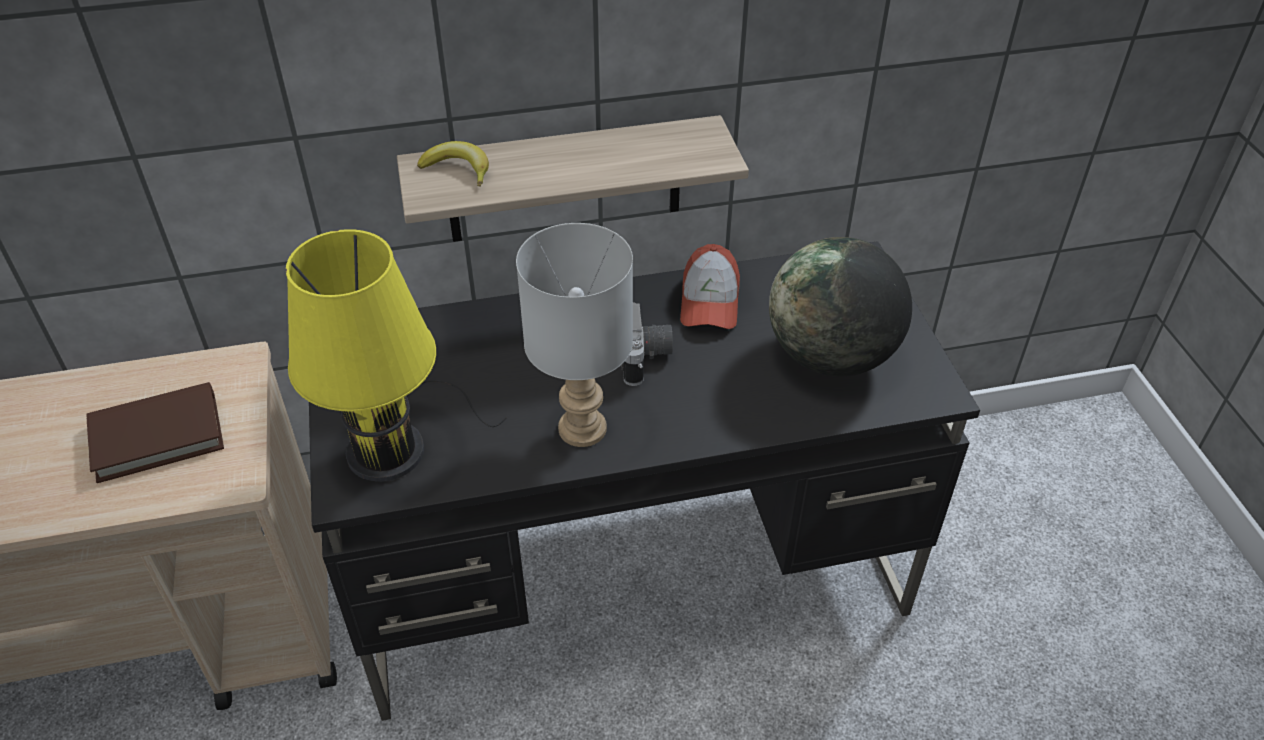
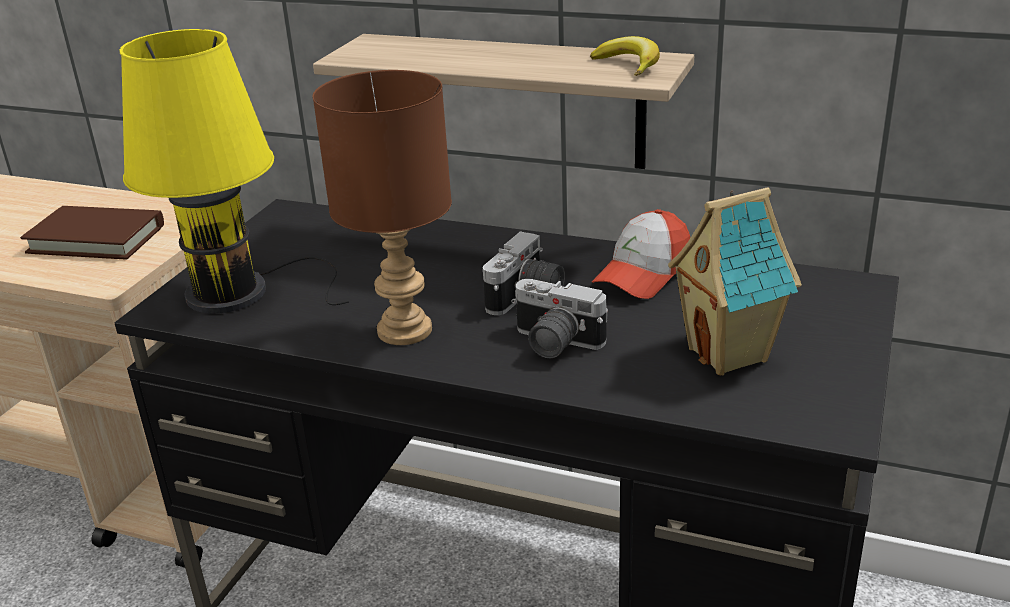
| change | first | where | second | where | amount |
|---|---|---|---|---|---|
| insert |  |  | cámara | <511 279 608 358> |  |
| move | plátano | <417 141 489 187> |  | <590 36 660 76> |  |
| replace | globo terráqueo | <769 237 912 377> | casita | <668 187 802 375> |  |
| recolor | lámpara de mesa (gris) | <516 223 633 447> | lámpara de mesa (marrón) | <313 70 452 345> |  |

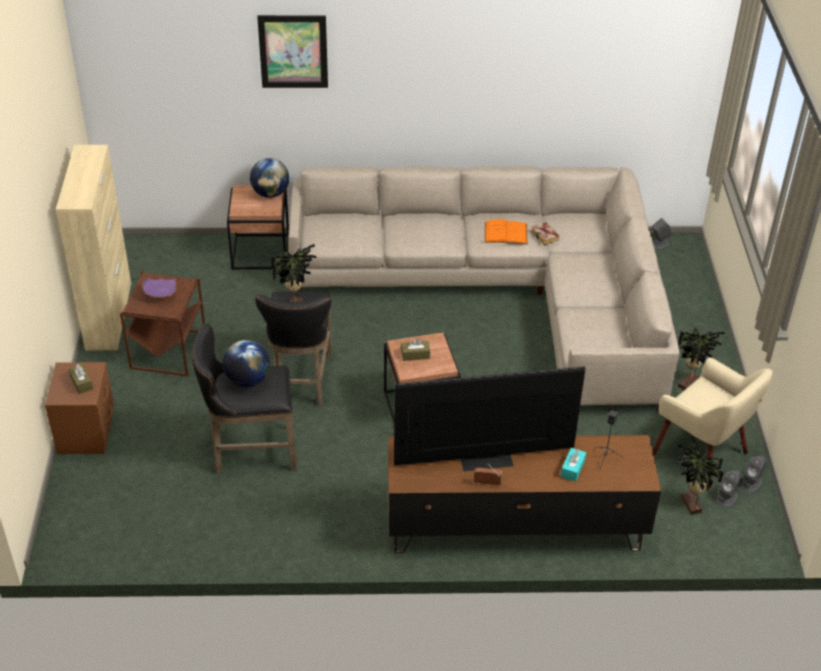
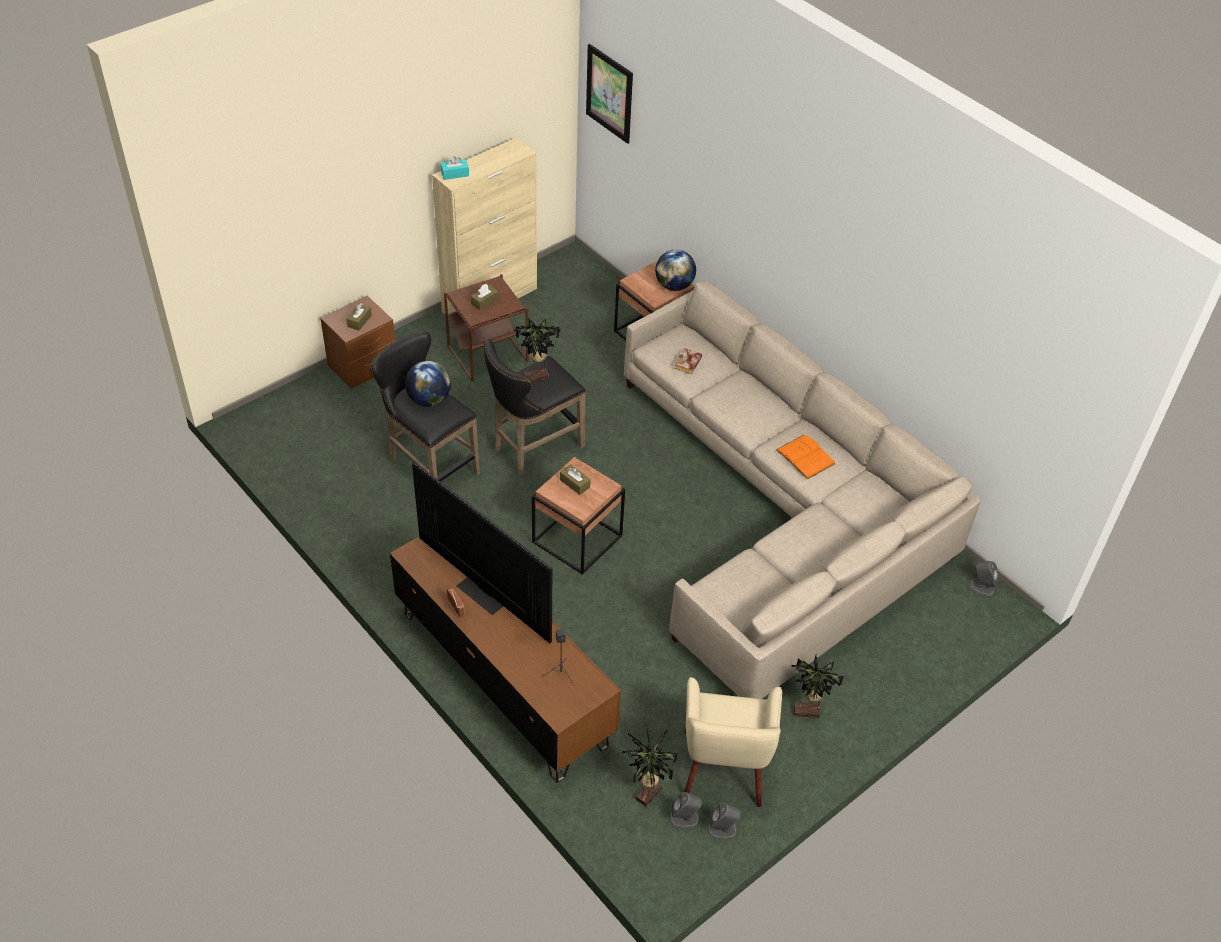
| change | first | where | second | where | amount |
|---|---|---|---|---|---|
| move | cuadro | <257 15 328 88> |  | <586 44 633 144> |  |
| move | libro | <531 222 559 245> |  | <674 348 702 374> |  |
| move | caja de pañuelos (turquesa) | <561 448 586 481> |  | <440 156 469 180> |  |
| replace | cuenco (morado) | <142 277 177 300> | caja de pañuelos (marrón) | <471 284 499 310> |  |

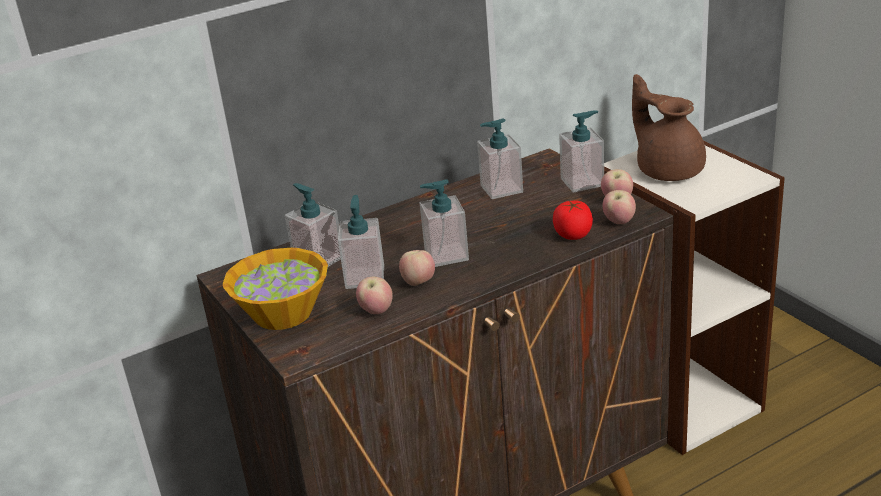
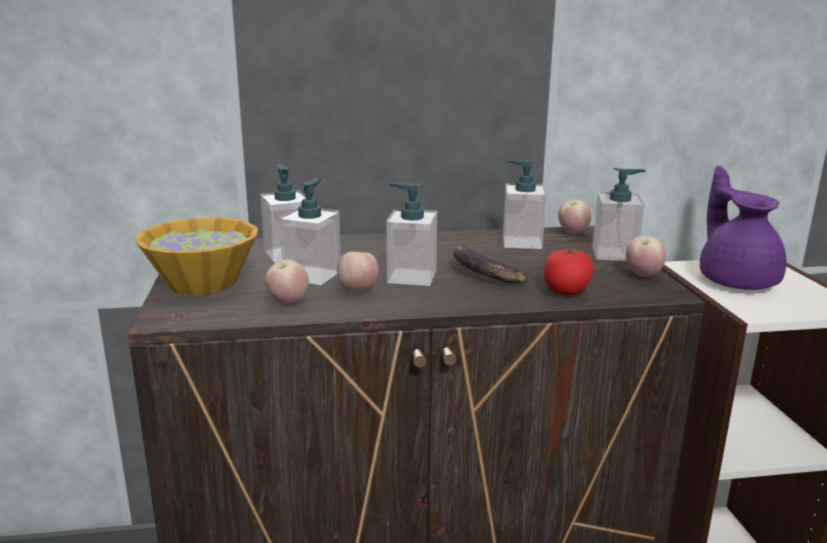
| change | first | where | second | where | amount |
|---|---|---|---|---|---|
| insert |  |  | plátano | <453 245 528 283> |  |
| move | manzana | <602 190 636 224> |  | <558 199 591 234> |  |
| recolor | tetera (marrón) | <632 74 706 181> | tetera (morado) | <700 166 787 290> |  |

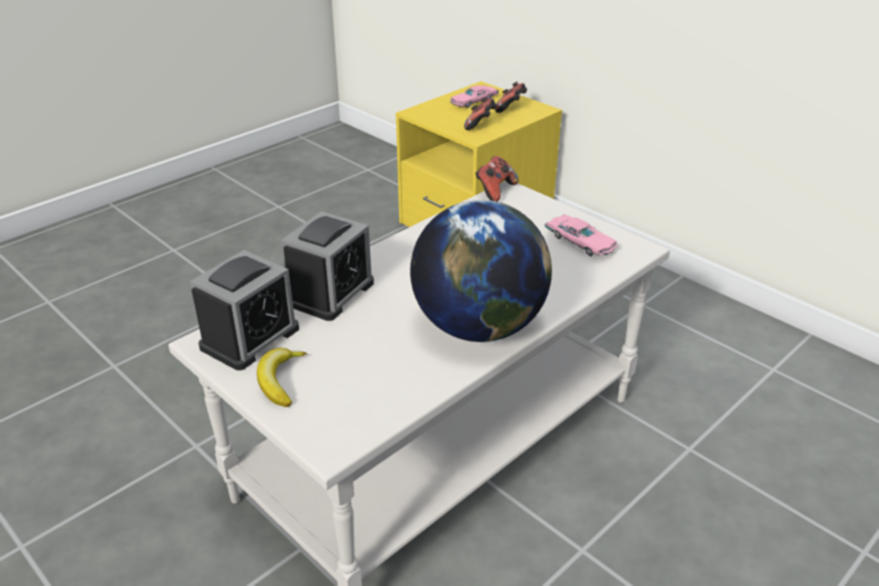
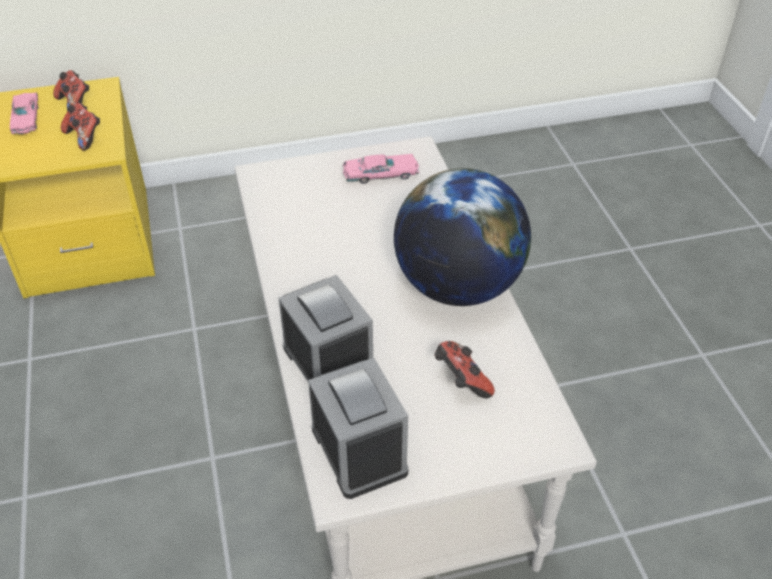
| change | first | where | second | where | amount |
|---|---|---|---|---|---|
| delete | plátano | <257 348 307 407> |  |  |  |
| move | mando de consola | <475 156 519 202> |  | <434 341 495 398> |  |

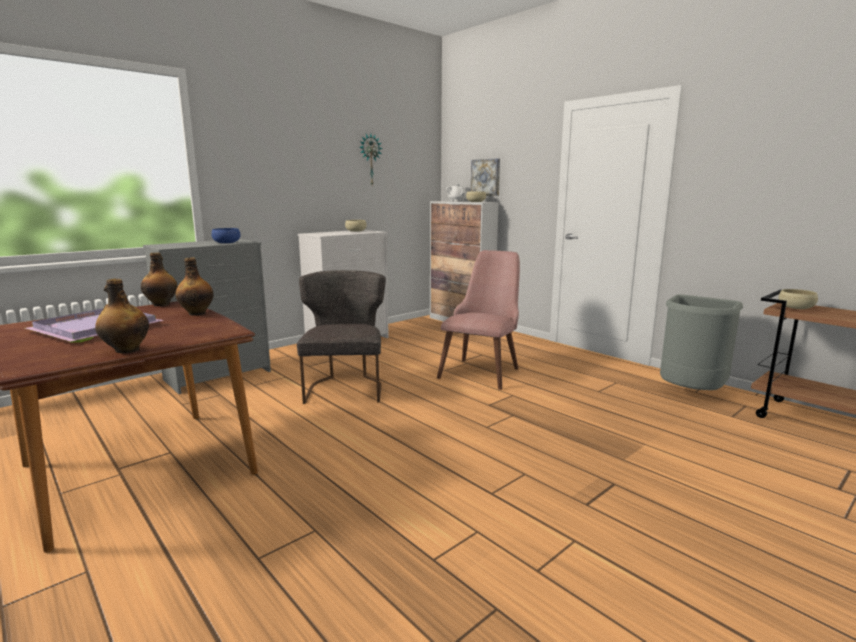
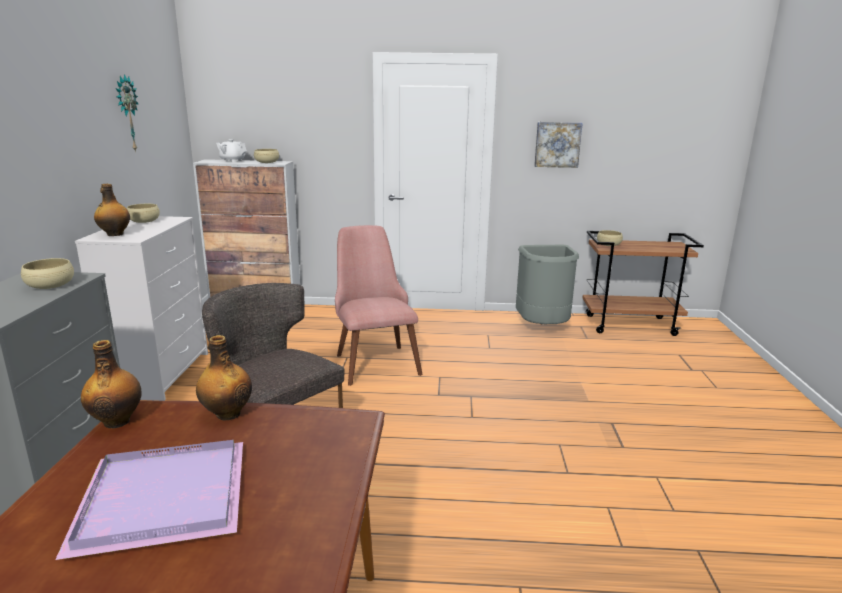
| change | first | where | second | where | amount |
|---|---|---|---|---|---|
| move | botella | <95 279 149 353> |  | <94 184 130 236> |  |
| move | cuadro | <471 159 500 196> |  | <534 122 583 168> |  |
| recolor | cuenco (azul) | <211 228 241 243> | cuenco (beis) | <21 258 74 289> |  |

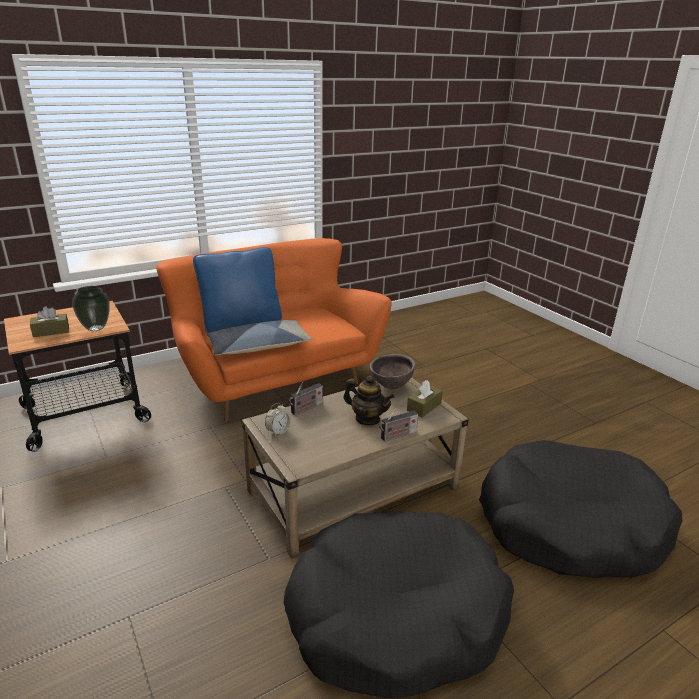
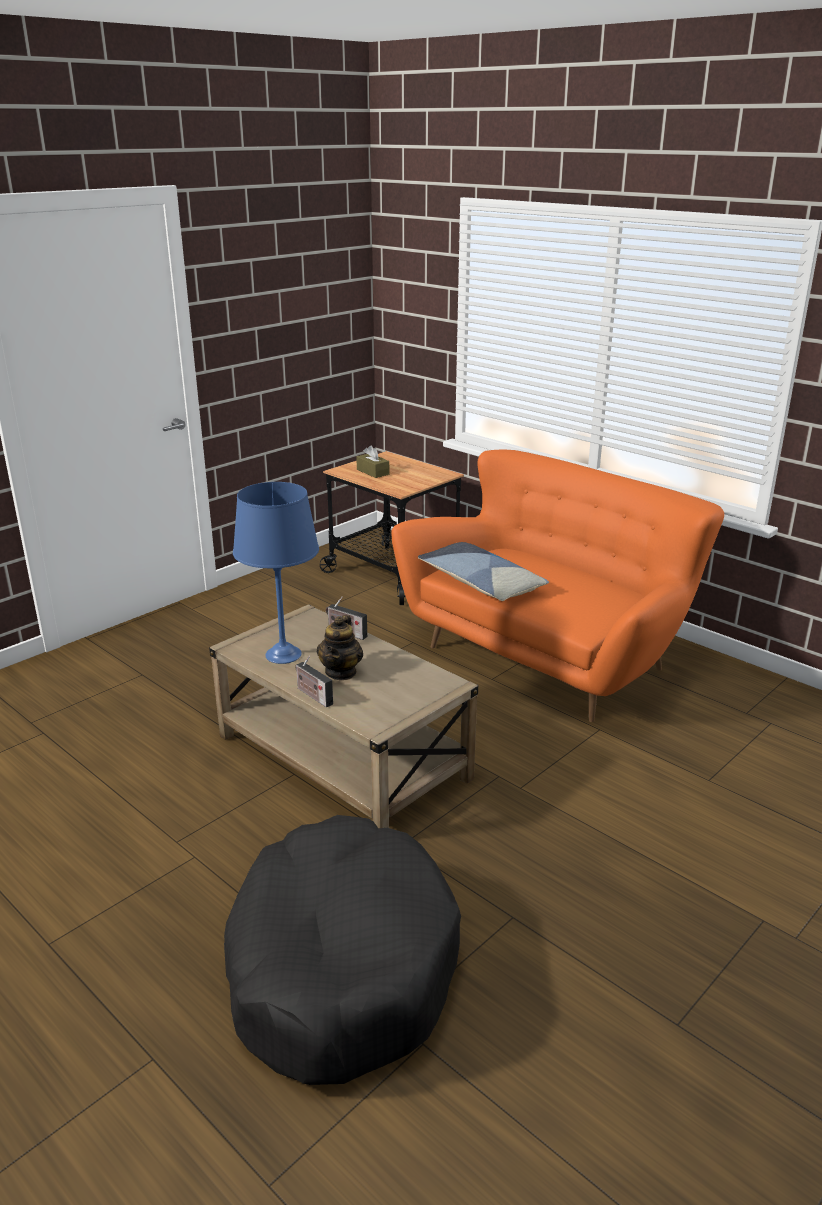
| change | first | where | second | where | amount |
|---|---|---|---|---|---|
| delete | florero | <72 286 109 331> |  |  |  |
| delete | cojín (azul) | <193 247 282 333> |  |  |  |
| delete | despertador | <265 403 291 436> |  |  |  |
| delete | cama para perro (negro) | <283 511 514 698> |  |  |  |
| delete | cuenco (marrón) | <370 354 415 389> |  |  |  |
| delete | caja de pañuelos (marrón) | <407 380 443 418> |  |  |  |
| insert |  |  | lámpara de mesa (azul) | <233 482 319 664> |  |

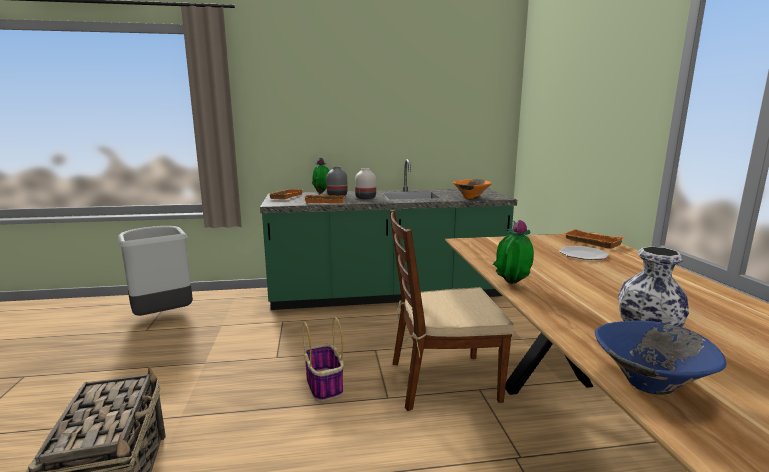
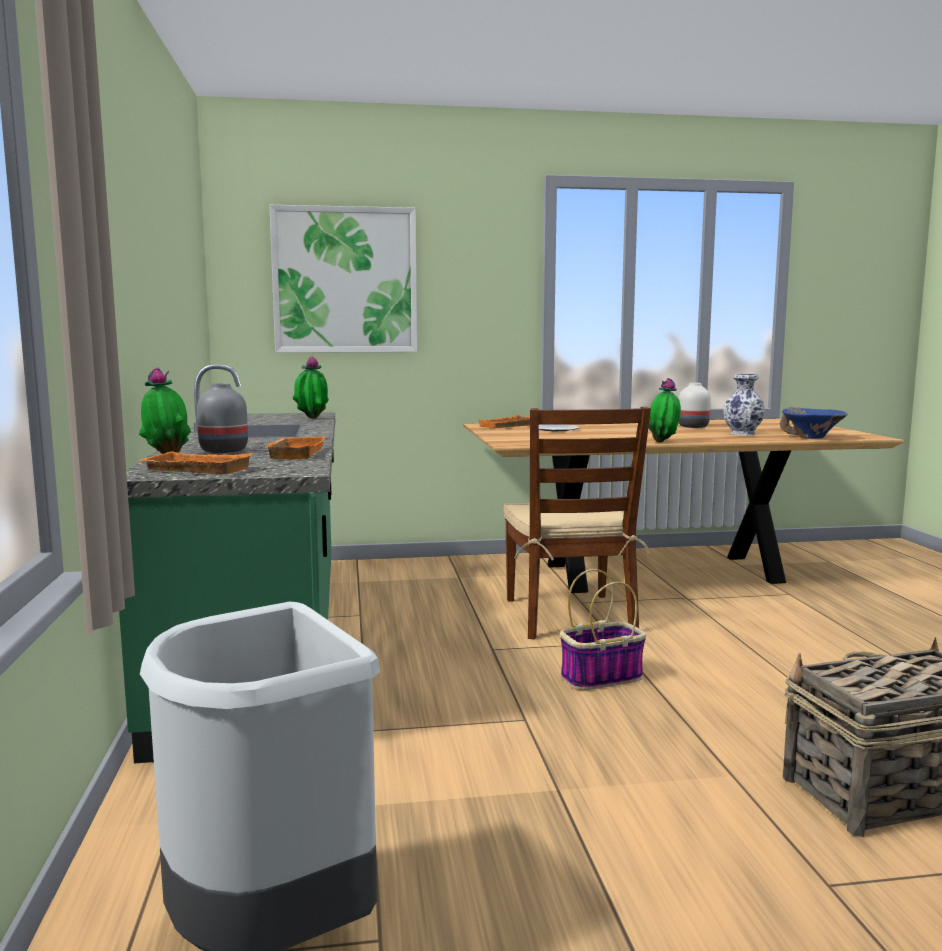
| change | first | where | second | where | amount |
|---|---|---|---|---|---|
| insert |  |  | cuadro | <269 205 417 353> |  |
| move | florero (blanco) | <355 168 376 199> |  | <679 383 711 428> |  |
| replace | cuenco (naranja) | <453 179 492 199> | planta en maceta | <292 356 329 419> |  |

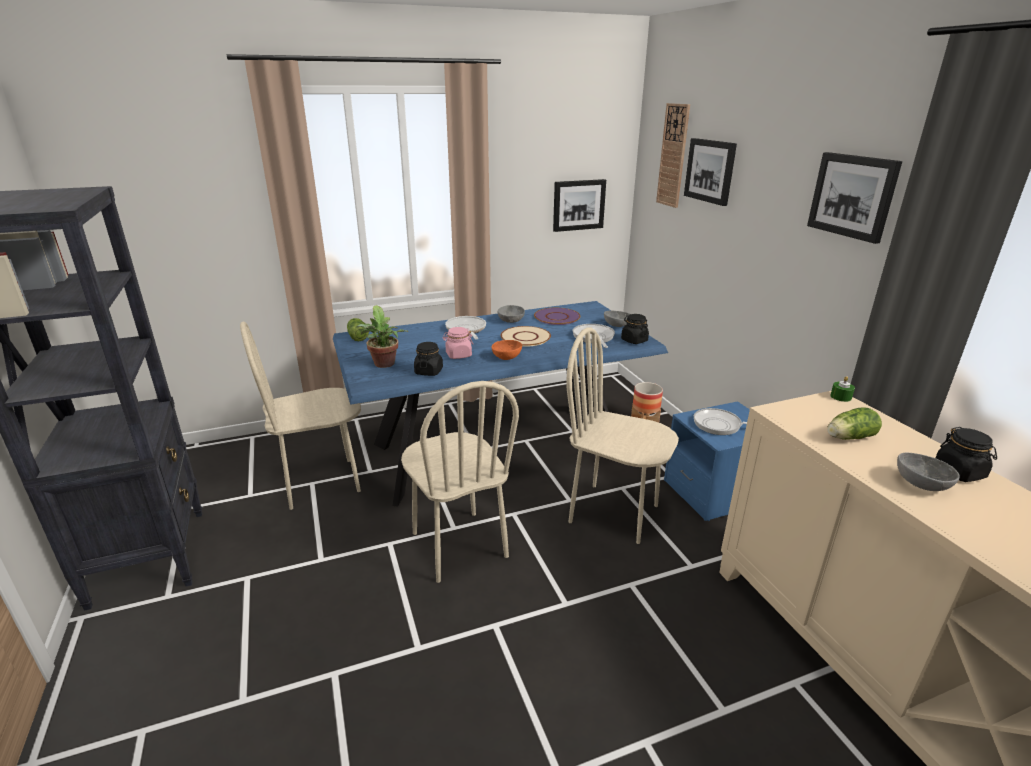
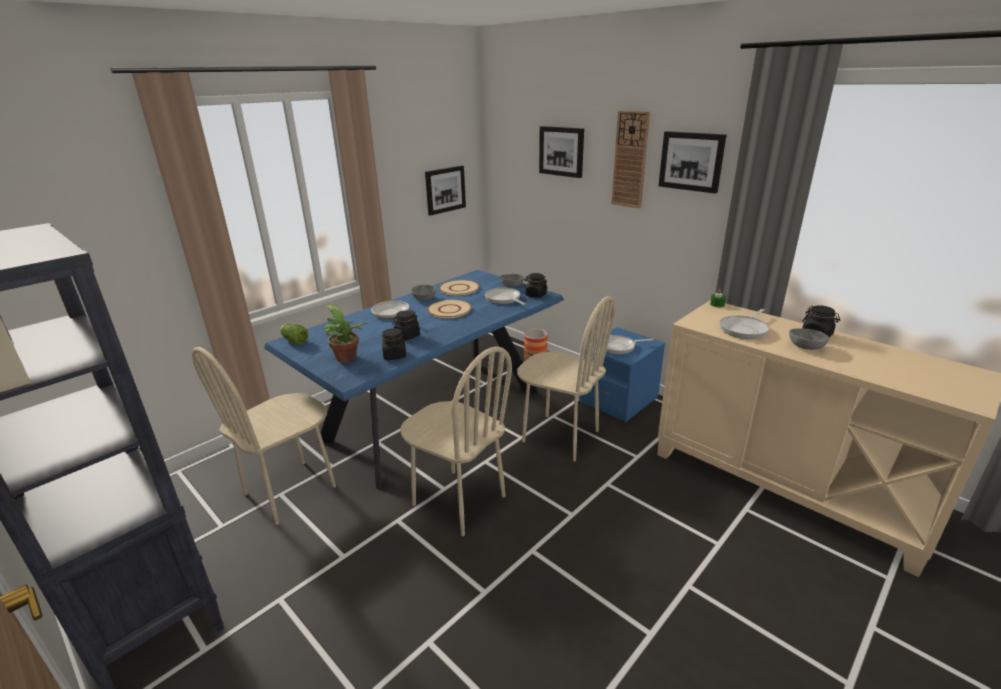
| change | first | where | second | where | amount |
|---|---|---|---|---|---|
| delete | cuenco (naranja) | <491 340 522 360> |  |  |  |
| move | reloj de pared | <656 103 690 208> |  | <611 111 650 208> |  |
| replace | lechuga | <827 407 882 440> | sartén | <720 309 770 339> |  |
| recolor | tarro (rosa) | <443 327 473 359> | tarro (negro) | <393 311 420 340> |  |
| recolor | plato (morado) | <534 307 580 325> | plato (beis) | <439 280 480 296> |  |
| rotate | silla (beis) | <566 327 679 544> |  | <517 296 615 461> | 150 degrees counterclockwise |

